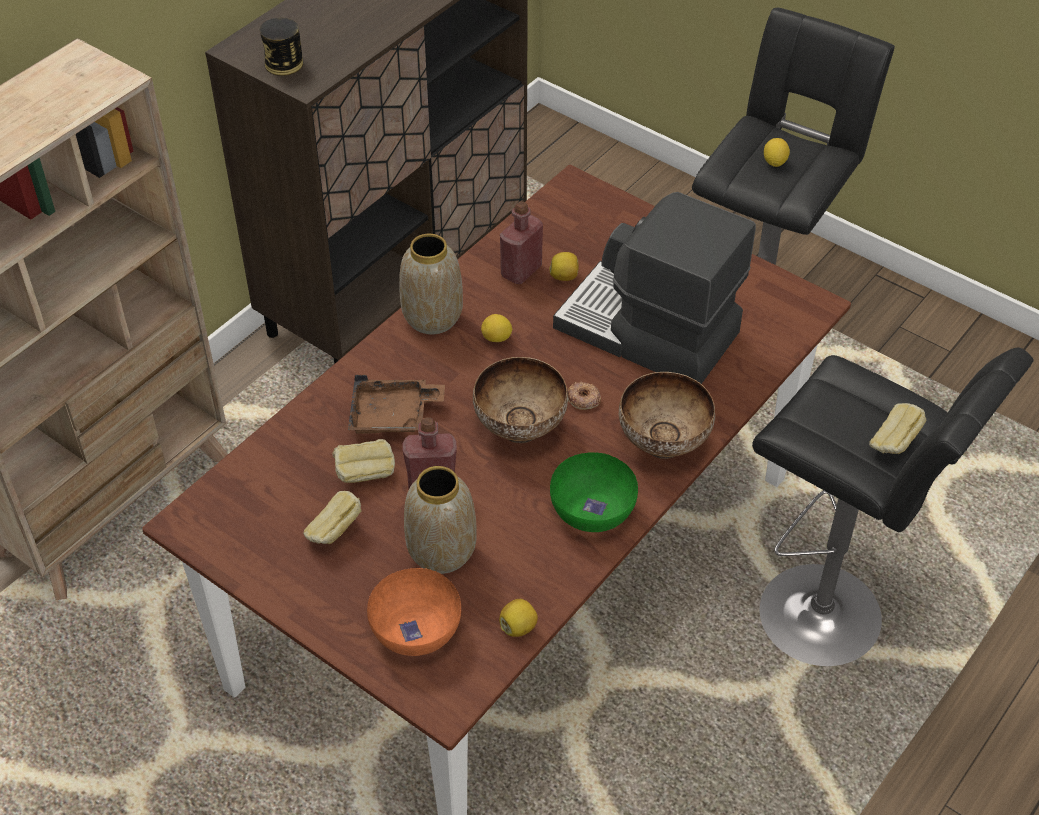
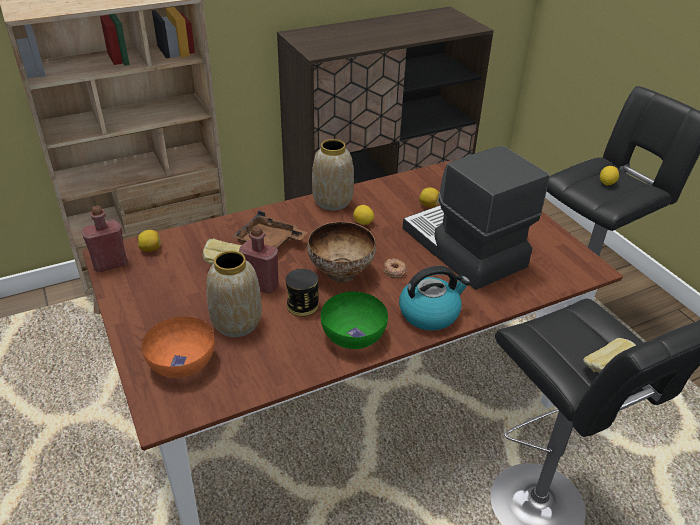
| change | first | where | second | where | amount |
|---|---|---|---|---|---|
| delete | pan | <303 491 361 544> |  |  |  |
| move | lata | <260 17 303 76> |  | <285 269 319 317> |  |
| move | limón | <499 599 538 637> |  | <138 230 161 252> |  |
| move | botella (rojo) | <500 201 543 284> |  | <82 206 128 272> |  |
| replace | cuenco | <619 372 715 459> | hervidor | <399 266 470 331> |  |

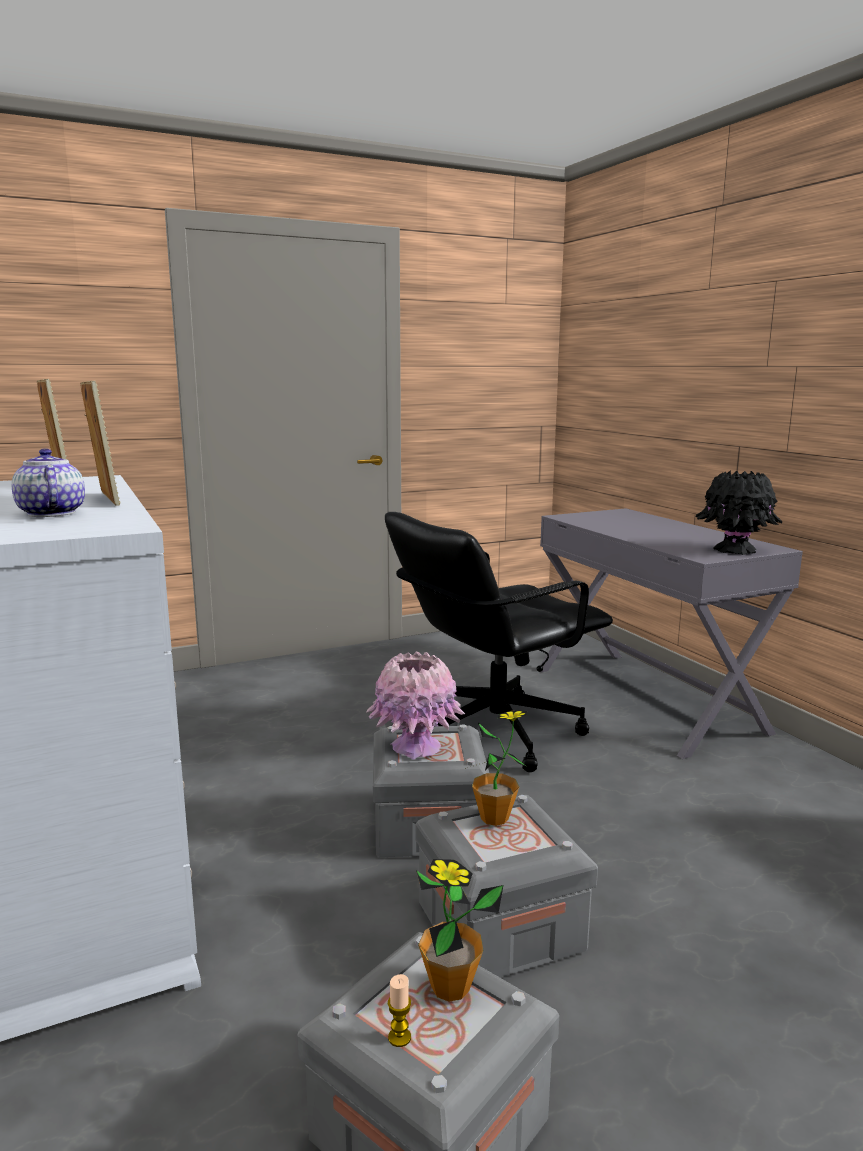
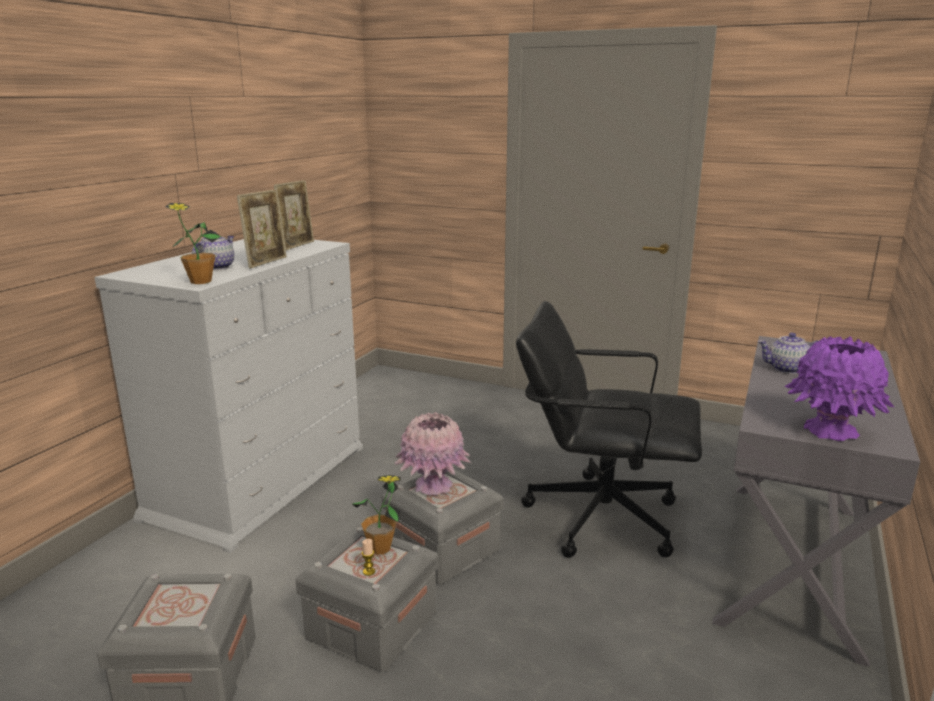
| change | first | where | second | where | amount |
|---|---|---|---|---|---|
| insert |  |  | tetera | <758 333 818 374> |  |
| move | vela | <388 974 411 1047> |  | <362 539 375 576> |  |
| move | planta en maceta | <416 859 503 1002> |  | <165 203 221 284> |  |
| recolor | florero (negro) | <696 470 782 555> | florero (morado) | <785 337 894 441> |  |

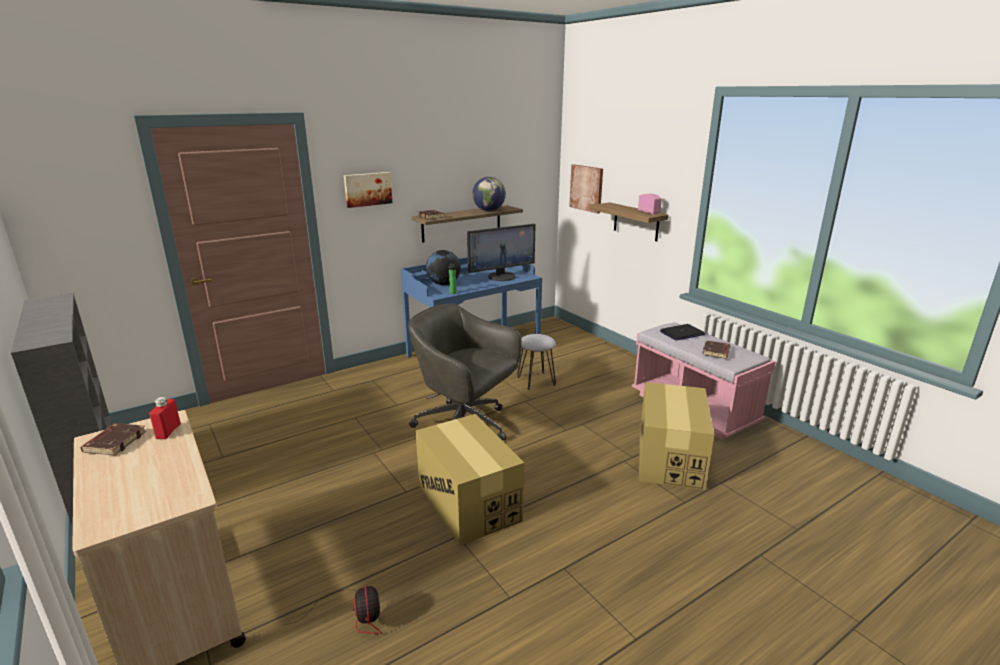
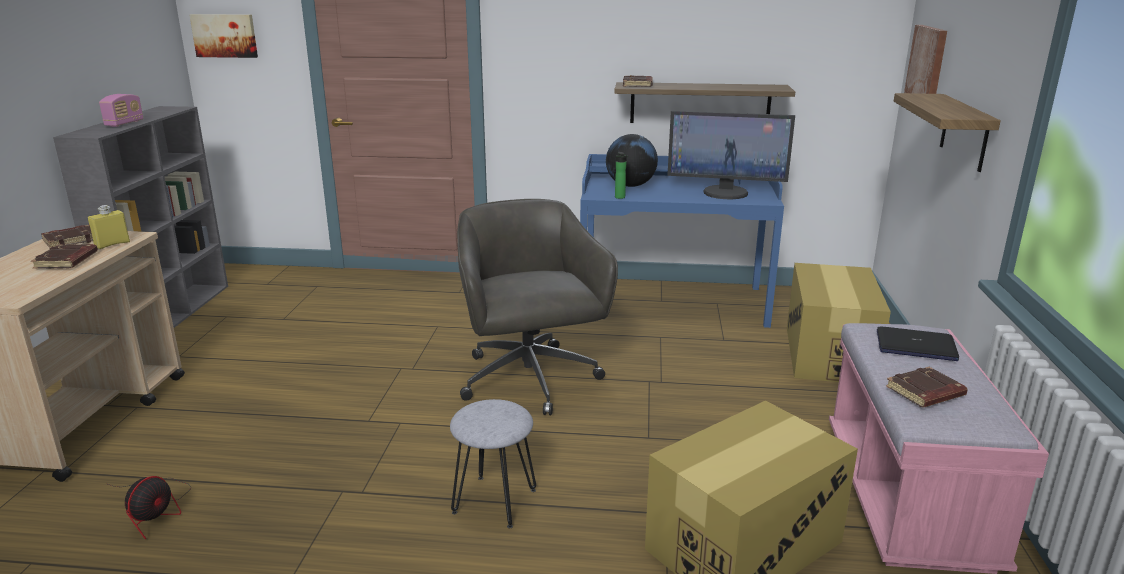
| change | first | where | second | where | amount |
|---|---|---|---|---|---|
| delete | globo terráqueo | <472 177 506 211> |  |  |  |
| insert |  |  | libro (marrón) | <31 244 98 269> |  |
| move | cuadro | <344 172 392 208> |  | <189 14 258 58> |  |
| move | caja de cartón | <416 414 524 546> |  | <787 263 891 382> |  |
| move | taburete (gris) | <517 334 556 390> |  | <450 399 536 528> |  |
| move | radio | <638 194 662 214> |  | <99 94 144 127> |  |
| recolor | botella (rojo) | <149 397 181 439> | botella (amarillo) | <88 205 130 249> |  |

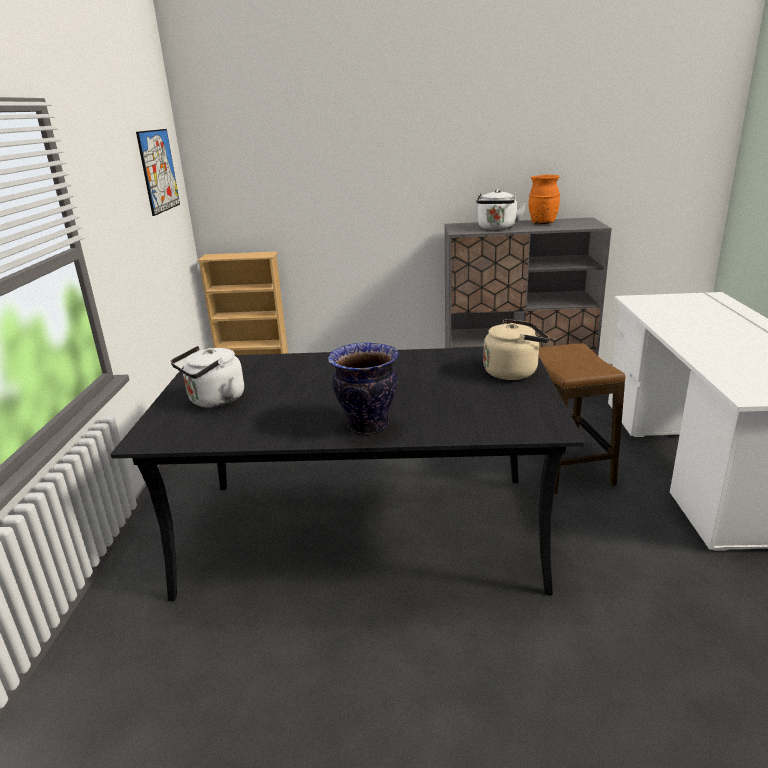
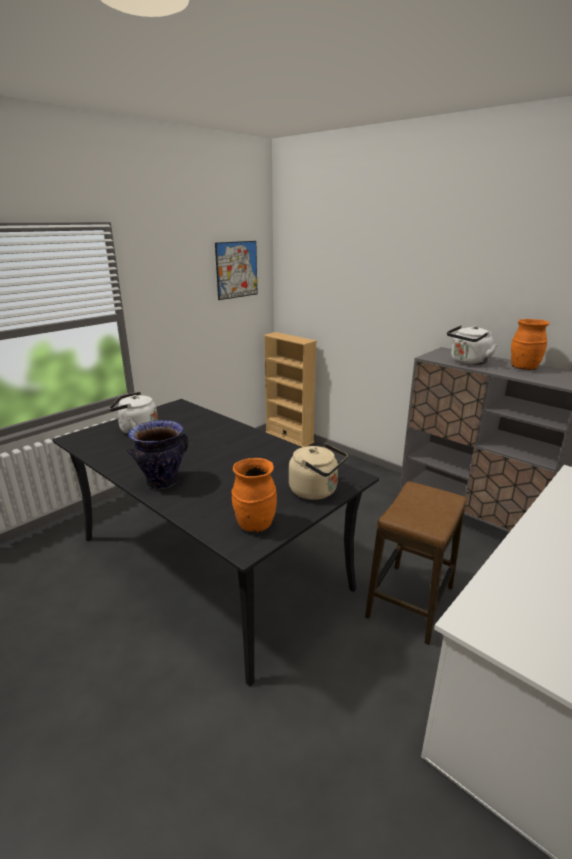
| change | first | where | second | where | amount |
|---|---|---|---|---|---|
| insert |  |  | florero (naranja) | <231 458 277 532> |  |

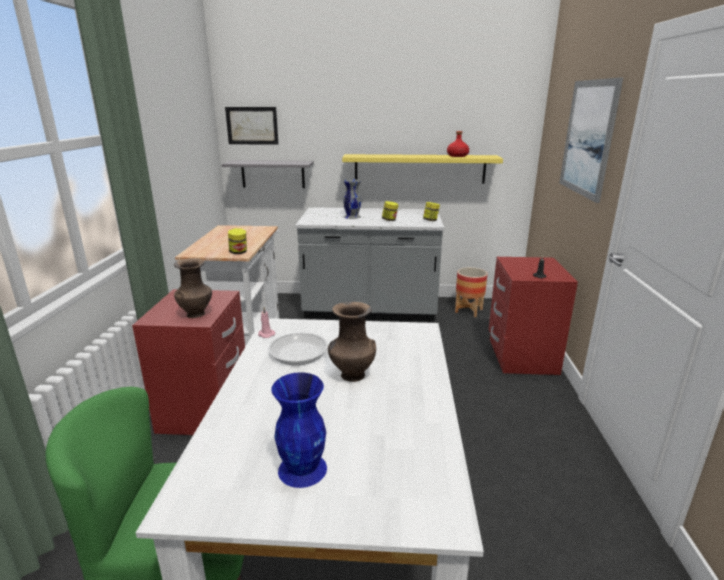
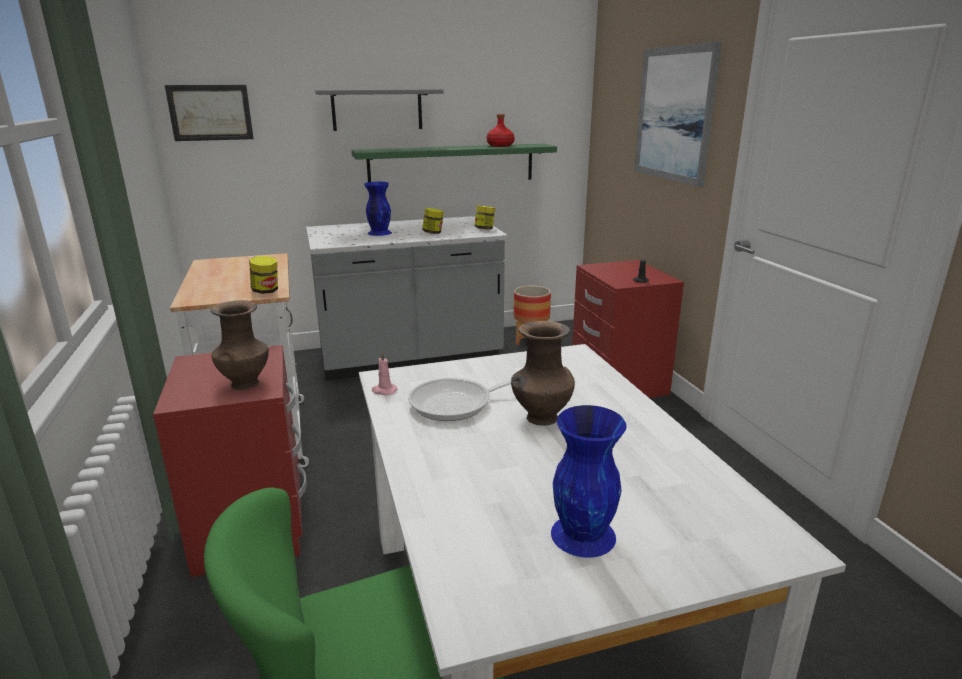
| change | first | where | second | where | amount |
|---|---|---|---|---|---|
| move | estante (gris) | <222 160 314 188> |  | <315 89 444 131> |  |
| recolor | estante (amarillo) | <342 154 503 183> | estante (verde) | <352 144 557 182> |  |
| recolor | florero (gris) | <343 179 361 219> | florero (azul) | <364 182 392 236> |  |

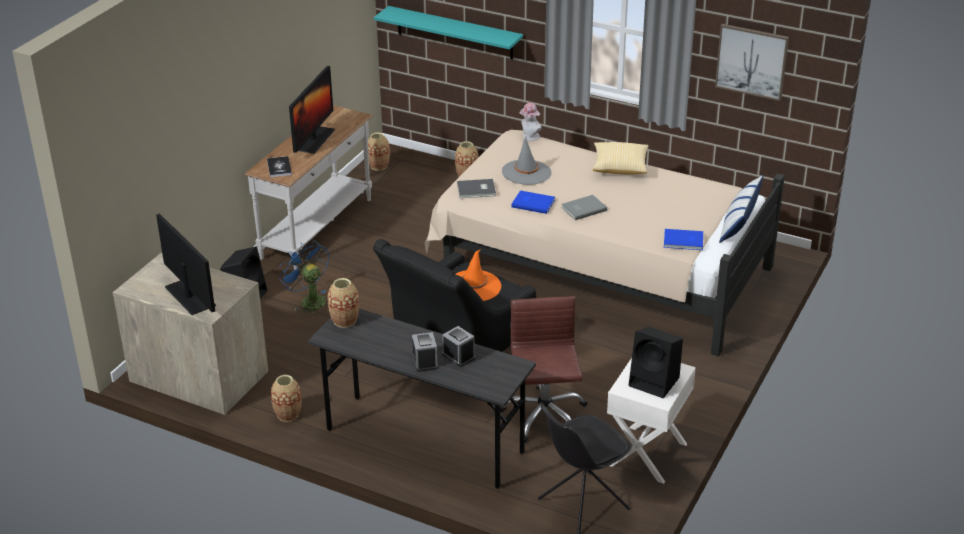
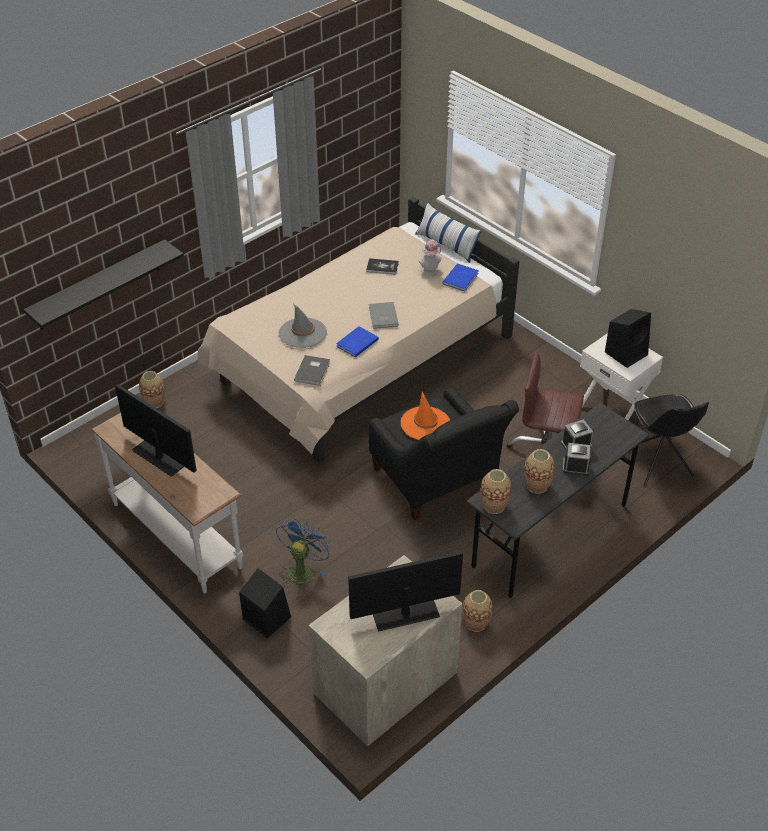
| change | first | where | second | where | amount |
|---|---|---|---|---|---|
| delete | cojín | <592 142 648 174> |  |  |  |
| delete | cuadro | <715 24 789 101> |  |  |  |
| move | libro | <267 156 292 177> |  | <366 258 399 275> |  |
| move | florero | <368 132 390 171> |  | <524 449 555 494> |  |
| move | sombrero | <519 103 542 140> |  | <419 241 441 275> |  |
| recolor | estante (turquesa) | <374 6 523 59> | estante (negro) | <23 239 184 330> |  |
| rotate | ventilador (azul) | <279 240 329 314> |  | <276 517 333 587> | 135 degrees clockwise |

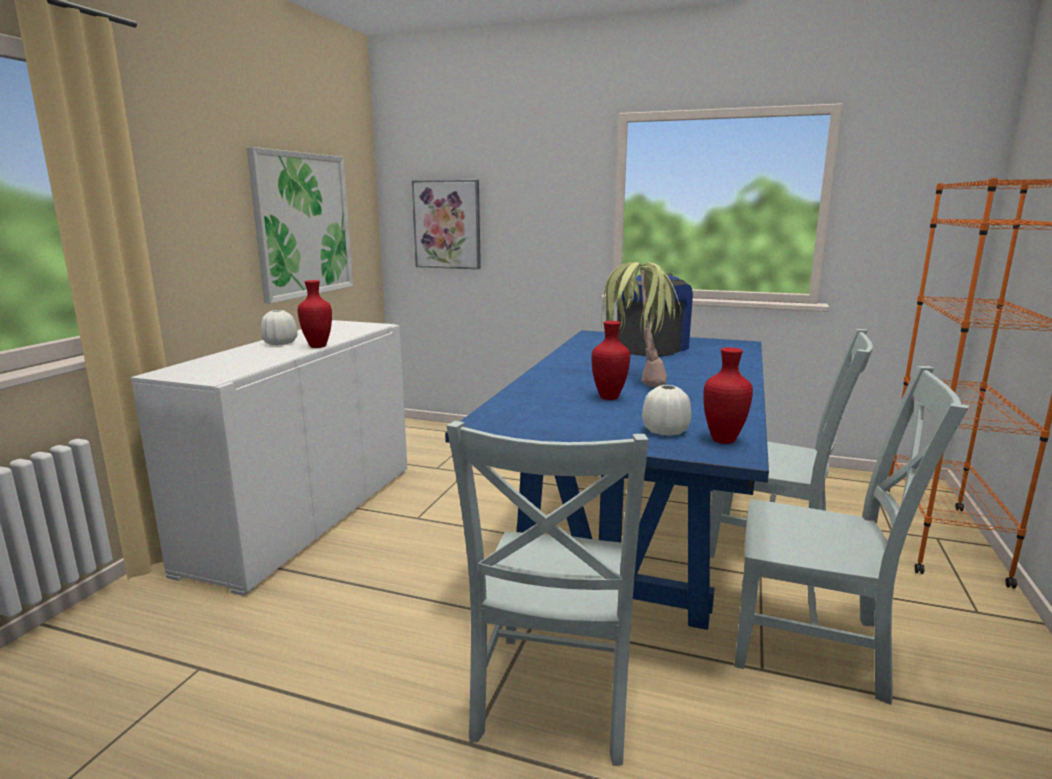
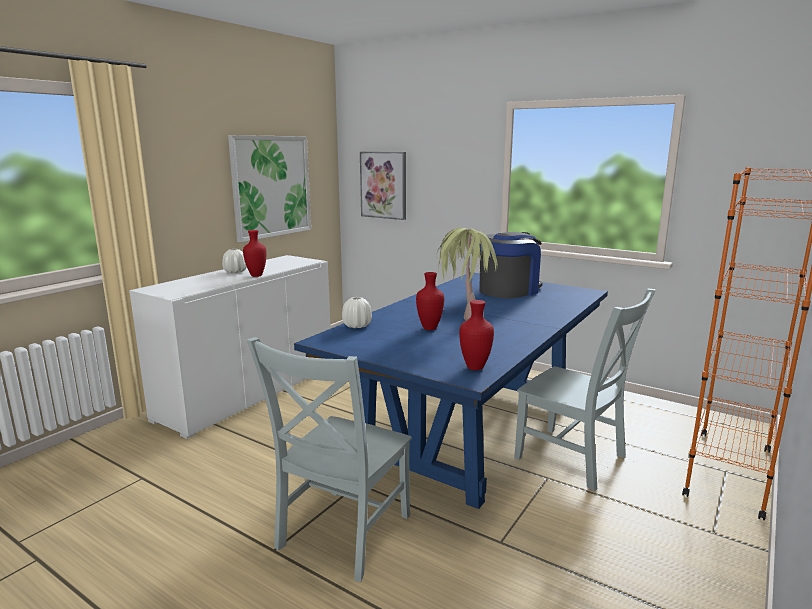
| change | first | where | second | where | amount |
|---|---|---|---|---|---|
| delete | silla (gris) | <734 366 969 705> |  |  |  |
| move | florero (blanco) | <642 385 691 436> |  | <342 297 372 328> |  |

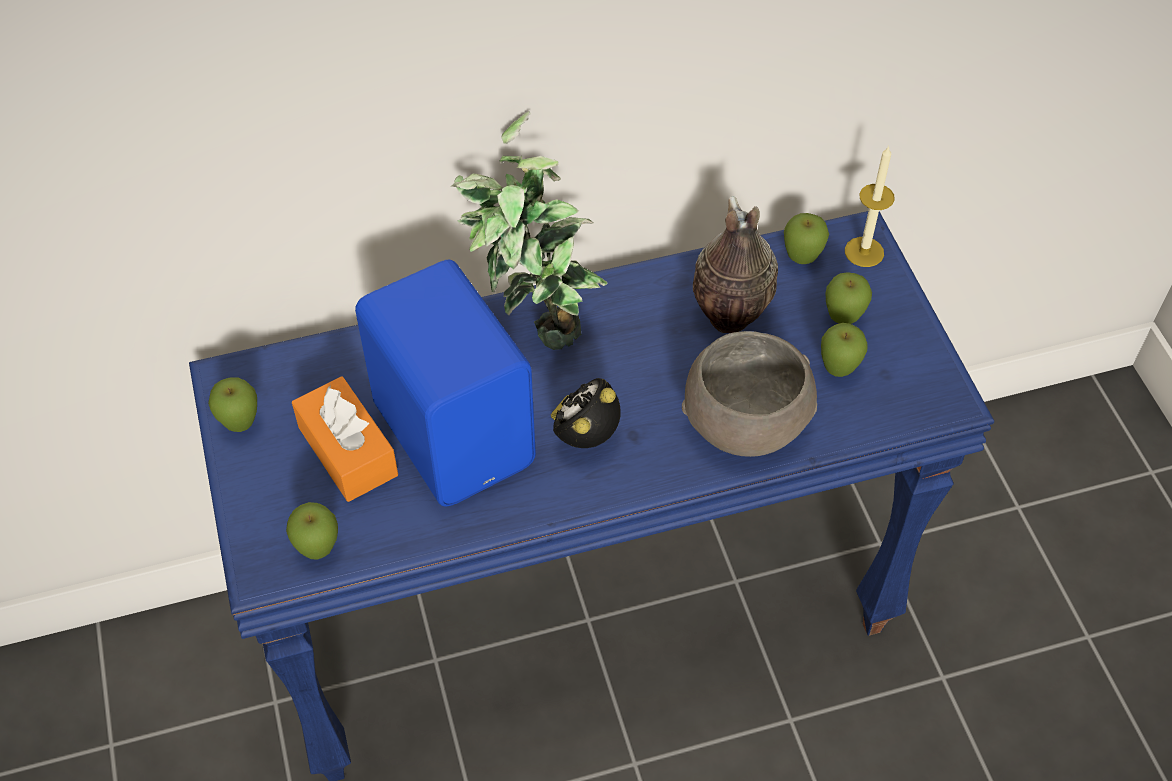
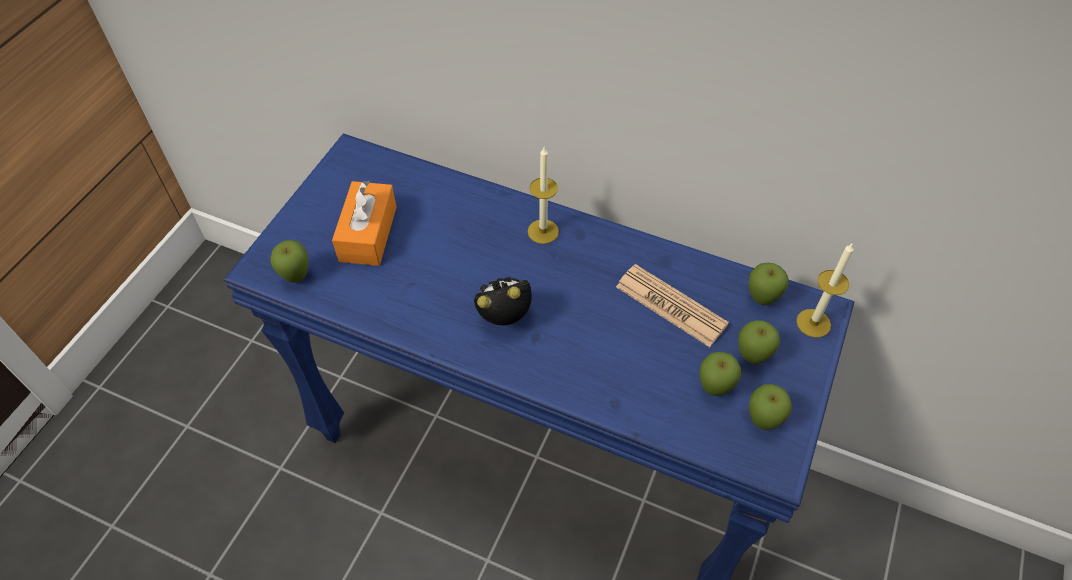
| change | first | where | second | where | amount |
|---|---|---|---|---|---|
| delete | altavoz (azul) | <355 260 536 506> |  |  |  |
| delete | cuenco (gris) | <682 331 817 457> |  |  |  |
| move | manzana | <208 377 257 432> |  | <749 384 792 430> |  |
| replace | planta en maceta | <452 111 608 350> | vela | <528 147 559 244> |  |
| replace | florero | <693 196 778 333> | periódico | <616 264 729 347> |  |

